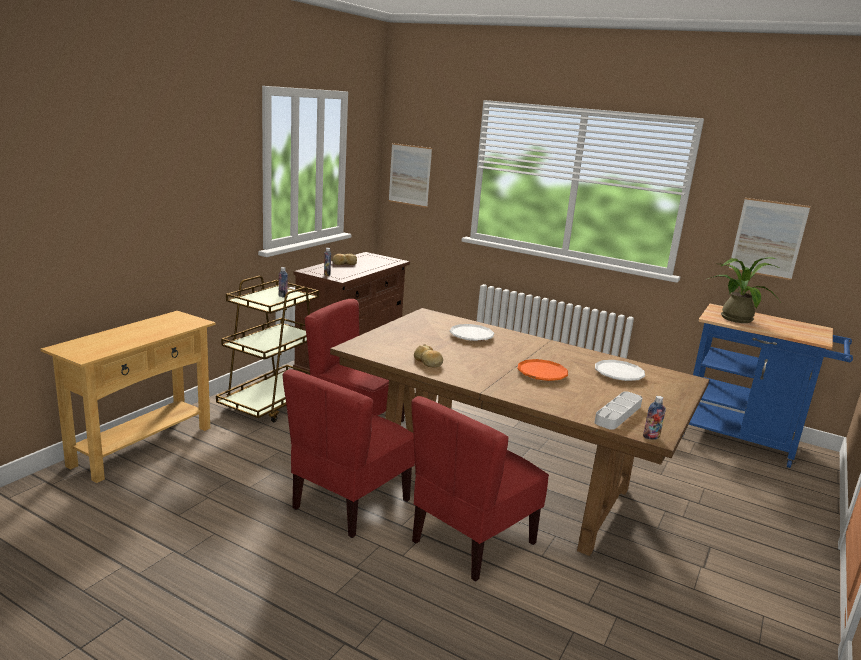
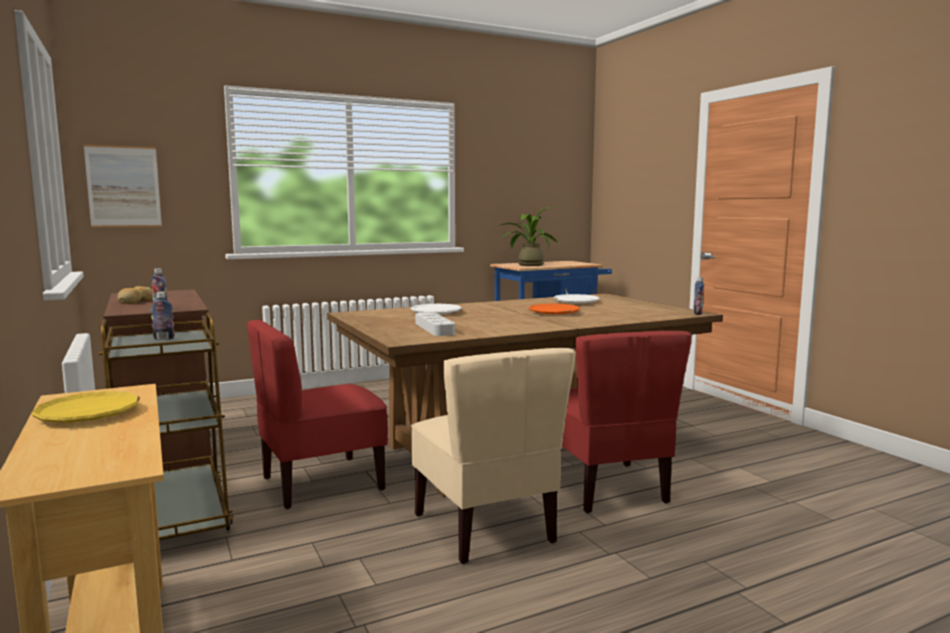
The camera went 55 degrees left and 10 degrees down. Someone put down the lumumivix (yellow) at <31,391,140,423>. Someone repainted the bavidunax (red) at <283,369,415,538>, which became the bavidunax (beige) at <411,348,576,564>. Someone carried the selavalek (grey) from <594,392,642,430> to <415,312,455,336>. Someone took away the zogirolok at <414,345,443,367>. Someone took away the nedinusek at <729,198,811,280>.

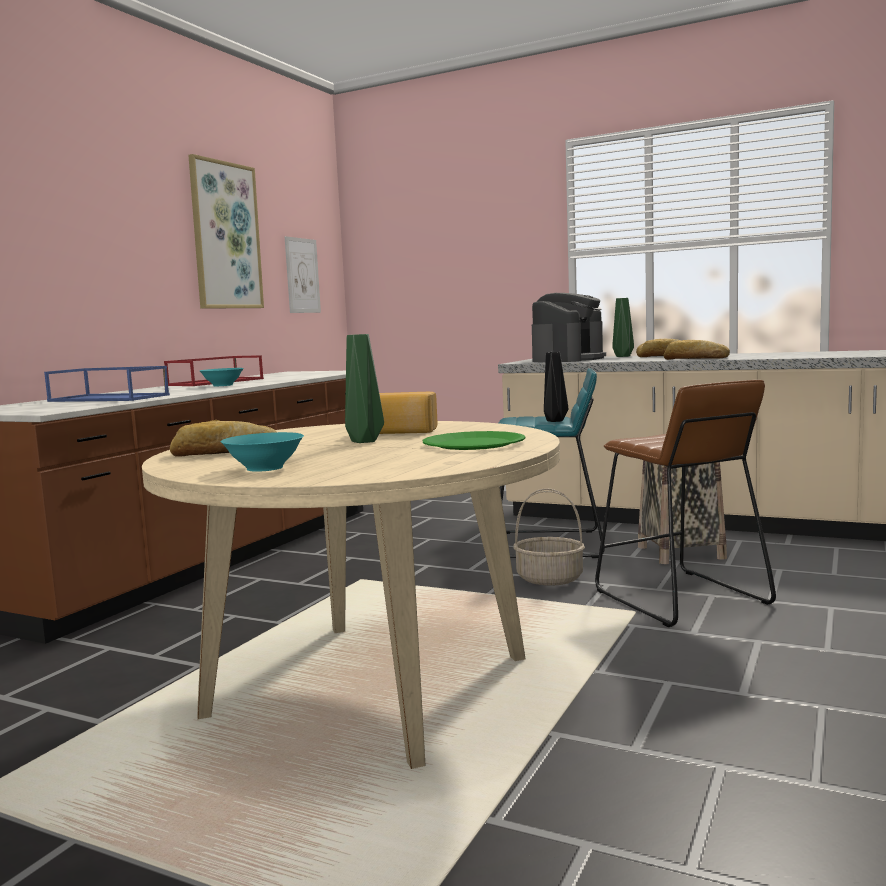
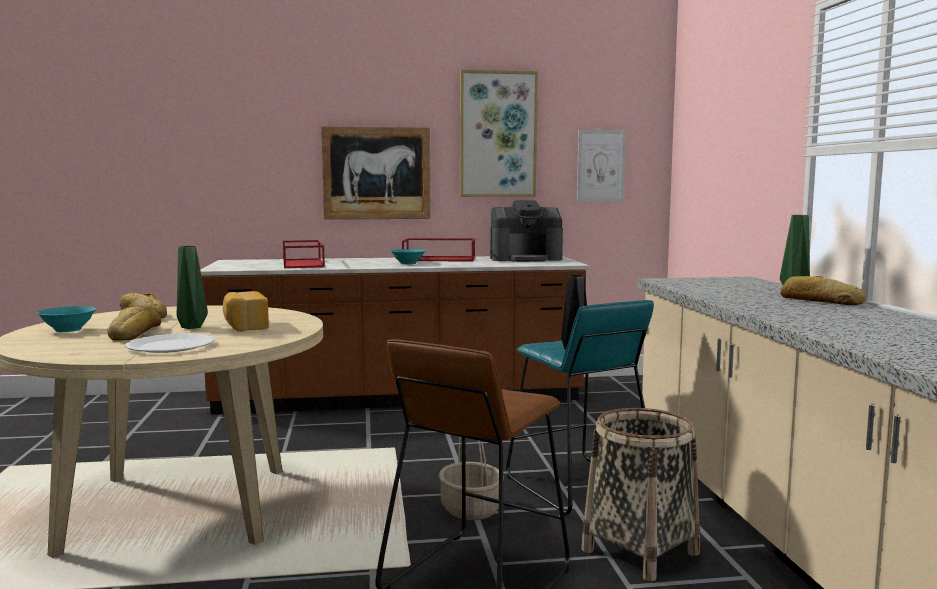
The camera went 55 degrees right and 0 degrees up. Someone carried the zogirolok from <664,340,730,360> to <107,307,161,341>. Someone repainted the lumumivix (green) at <422,431,526,450>, which became the lumumivix (white) at <125,333,215,353>. Someone repainted the selavalek (blue) at <44,366,170,402>, which became the selavalek (red) at <283,240,325,269>. Someone put up the nedinusek at <321,126,431,220>. Someone carried the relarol from <532,293,606,362> to <490,200,563,262>.

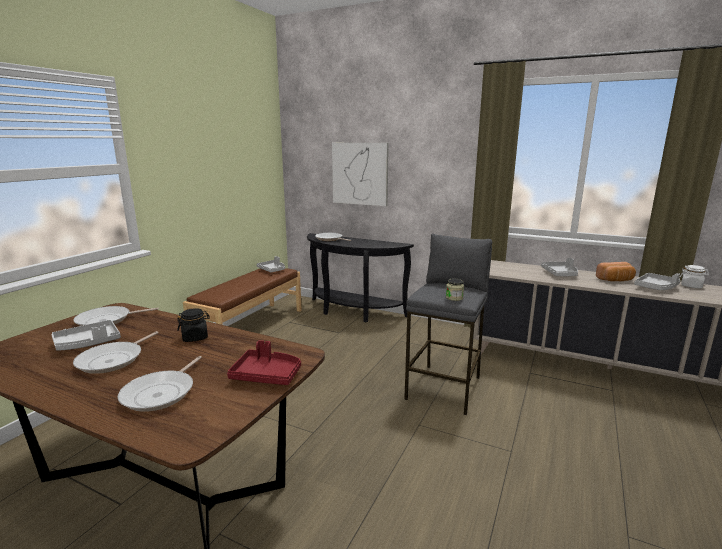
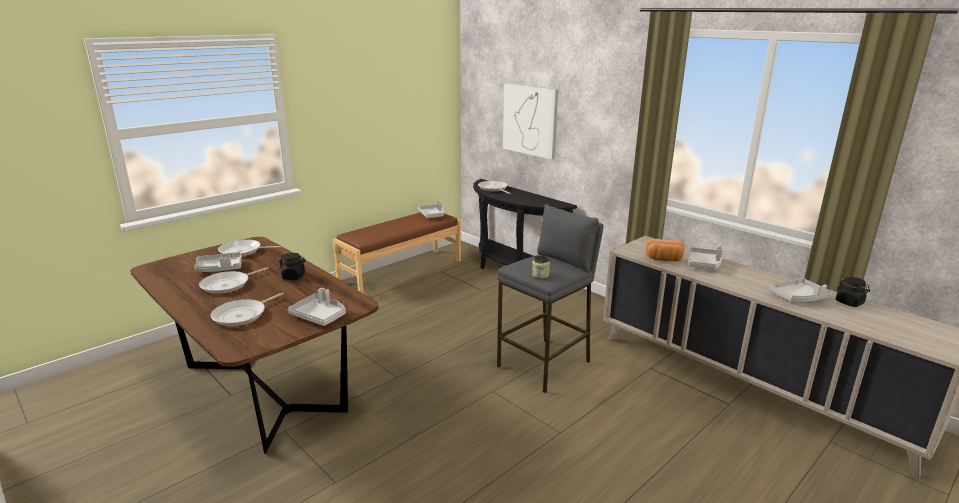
The camera went 20 degrees right and 5 degrees up. Someone repainted the selavalek (red) at <227,340,301,385>, which became the selavalek (grey) at <288,288,346,326>. Someone carried the zogirolok from <596,262,636,281> to <646,239,685,262>. Someone repainted the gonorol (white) at <680,265,709,288>, which became the gonorol (black) at <836,277,870,307>.

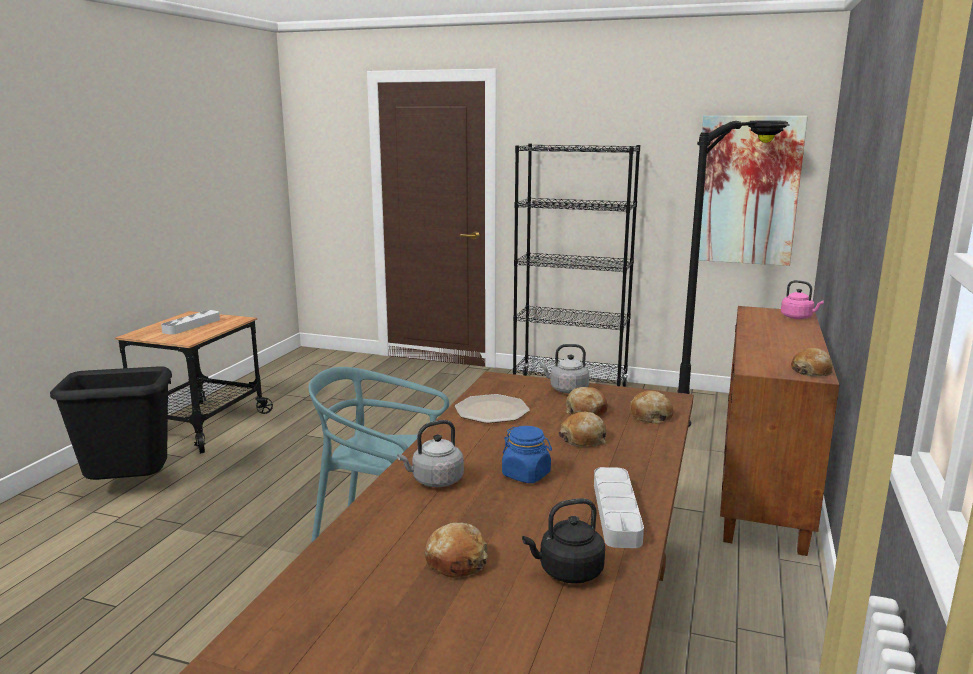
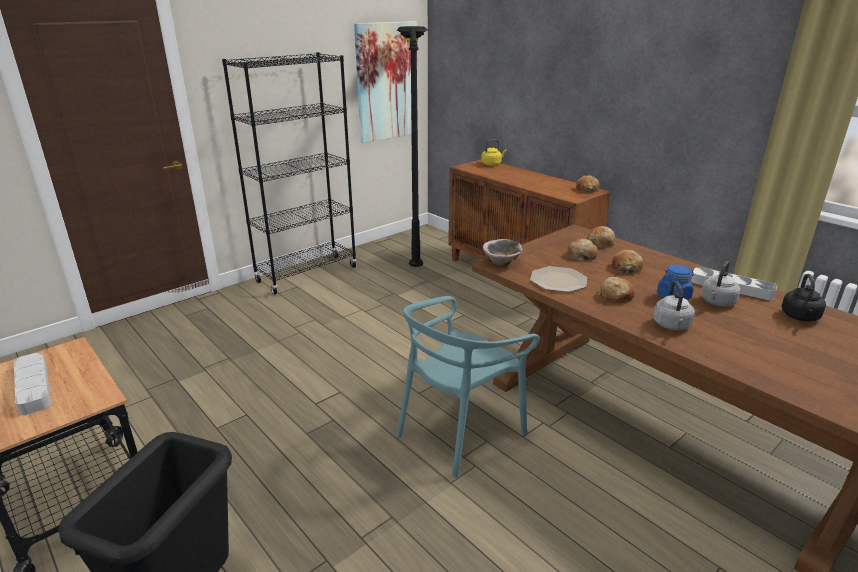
The camera went 60 degrees left and 10 degrees up. Someone repainted the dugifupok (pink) at <781,280,824,319>, which became the dugifupok (yellow) at <481,140,507,166>. Someone put down the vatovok at <483,239,523,266>. Someone carried the zogirolok from <425,523,488,578> to <598,277,635,304>. Someone carried the dugifupok (grey) from <540,344,590,393> to <701,261,741,306>.

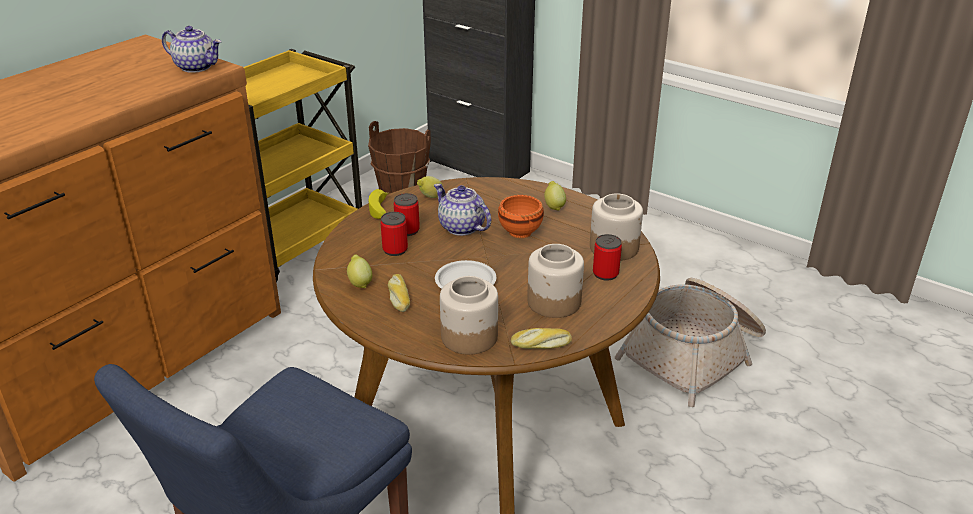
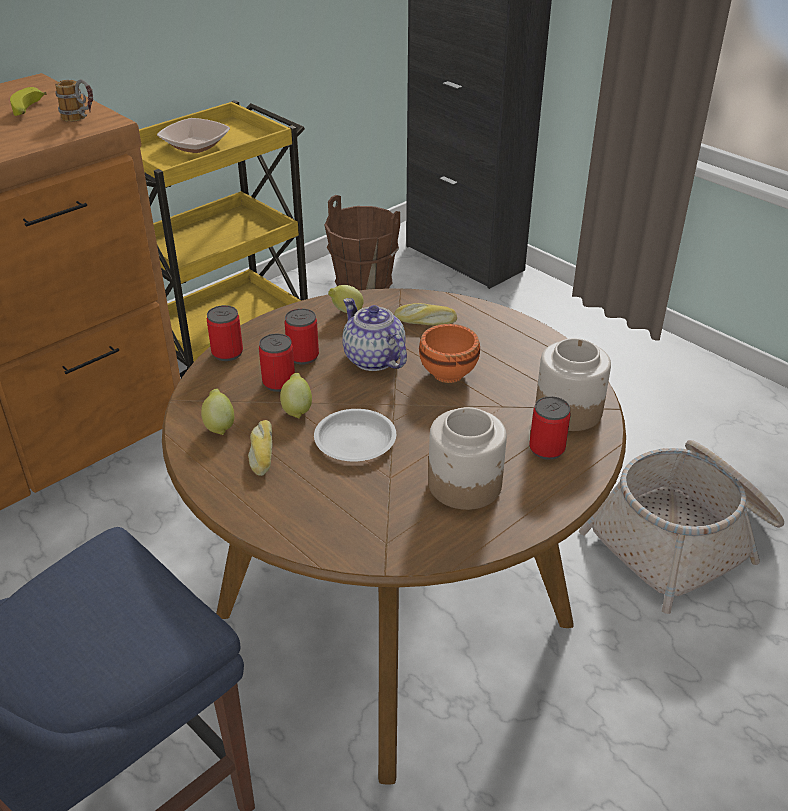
The camera went 10 degrees right and 5 degrees up. Someone carried the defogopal from <369,189,389,219> to <10,87,47,116>. Someone swapped the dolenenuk at <162,26,222,73> for the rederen at <55,79,93,122>. Someone put down the vatovok at <157,118,230,153>. Someone put down the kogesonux at <207,305,243,361>. Someone carried the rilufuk from <544,181,566,211> to <280,373,312,419>. Someone carried the zogirolok from <511,328,572,349> to <394,303,457,325>. Someone took away the gonorol at <440,276,498,355>.

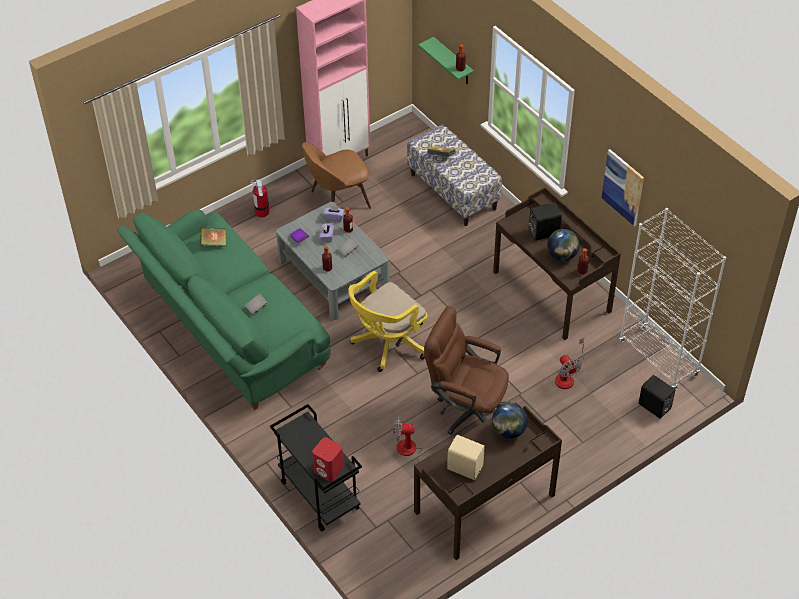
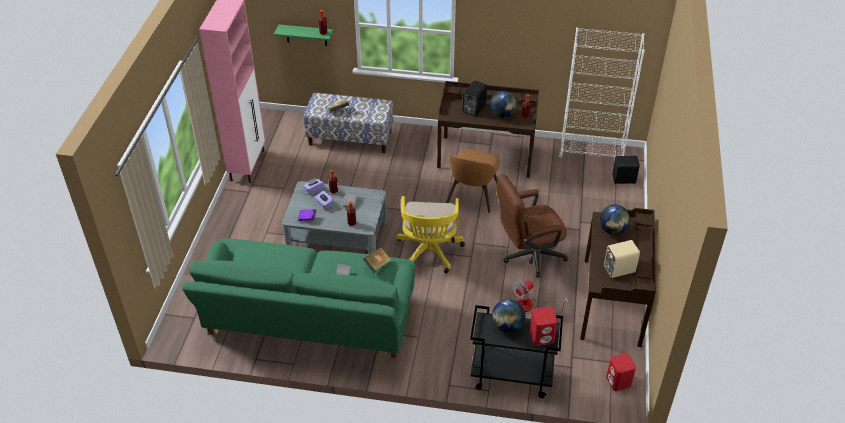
The camera went 45 degrees left and 5 degrees down. Someone carried the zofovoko from <200,227,226,247> to <363,247,391,273>. Someone carried the bavidunax (brown) from <302,142,371,209> to <446,149,500,213>. Someone put down the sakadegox at <492,299,525,333>. Someone put down the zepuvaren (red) at <606,353,636,391>. Someone took away the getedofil at <250,179,269,218>. Someone took away the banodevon at <555,338,584,389>. Someone took away the nedinusek at <601,149,644,226>.

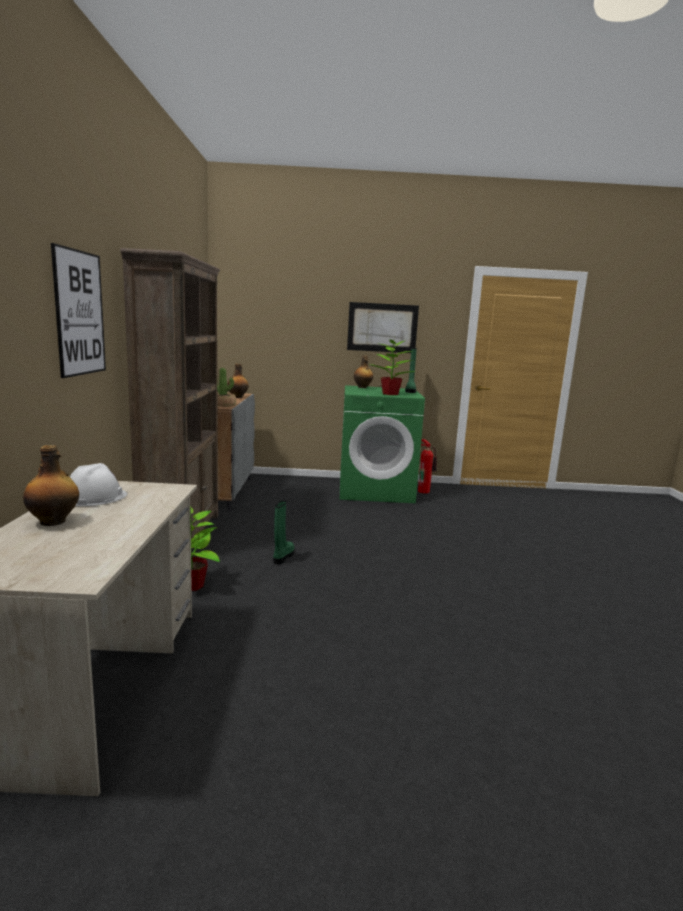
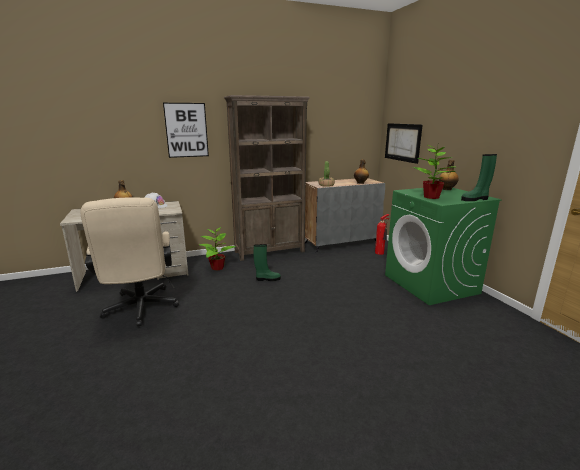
The camera went 70 degrees right and 5 degrees up. Someone put down the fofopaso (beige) at <80,197,179,326>. Someone carried the getedofil from <418,439,436,494> to <375,214,389,255>. Someone carried the nedinusek from <347,302,419,353> to <385,123,423,164>.

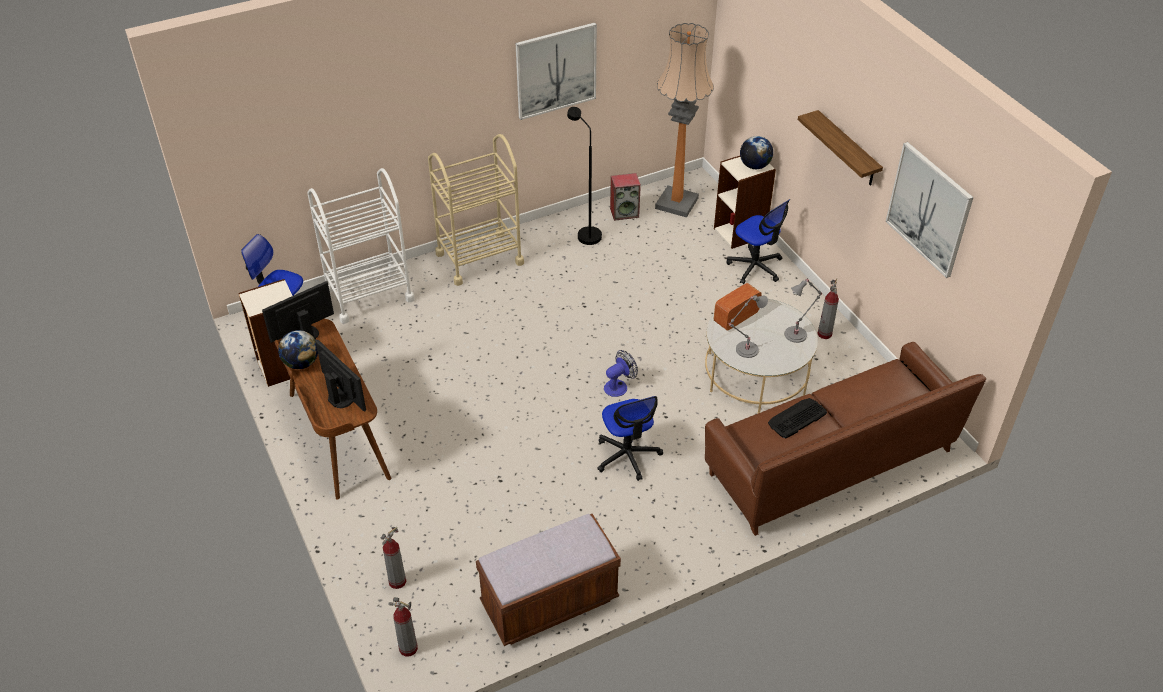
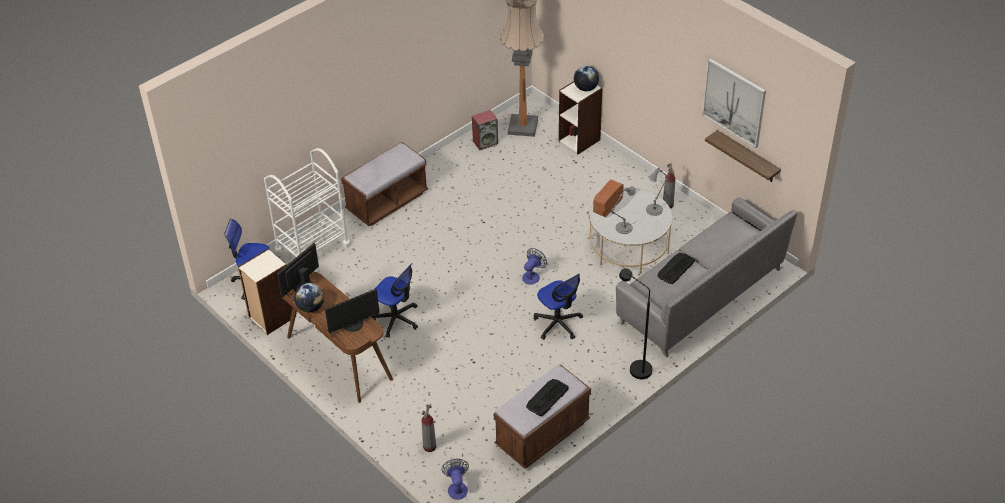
The camera went 15 degrees left and 0 degrees up. Someone rotated the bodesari at <315,339,366,411> by 120 degrees clockwise. Someone swapped the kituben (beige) at <428,134,524,286> for the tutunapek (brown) at <341,142,428,226>. Someone carried the fofopaso from <726,199,791,284> to <372,263,418,338>. Someone swapped the getedofil at <388,597,418,657> for the banodevon at <441,459,469,500>. Someone put down the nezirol at <526,379,569,416>. Someone repainted the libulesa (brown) at <705,342,986,536>, which became the libulesa (grey) at <616,197,798,357>. Someone carried the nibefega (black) from <567,107,602,245> to <619,268,652,379>. Someone carried the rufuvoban from <798,110,883,186> to <705,130,781,182>. Someone took away the nedinusek at <516,23,597,120>.

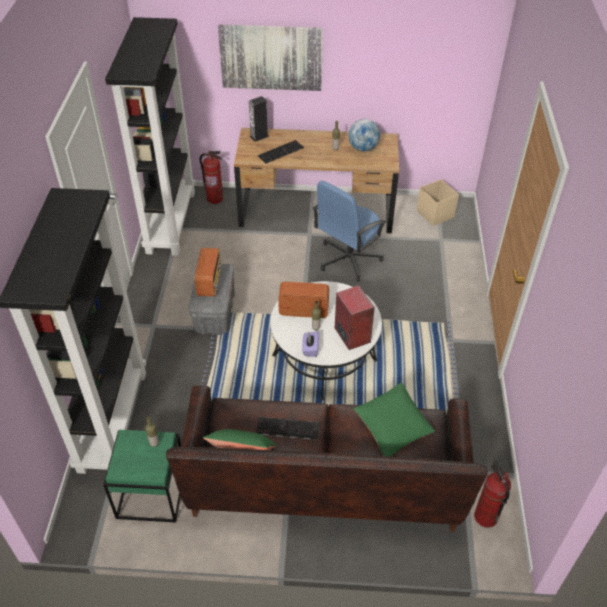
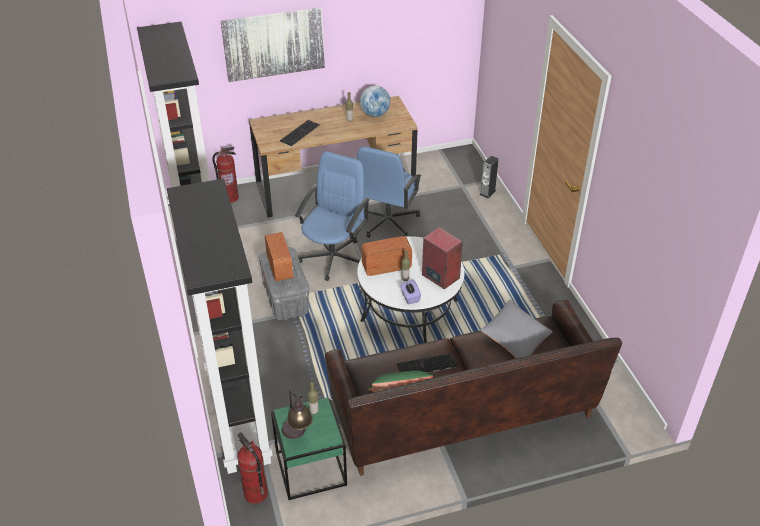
The camera went 20 degrees left and 5 degrees down. Someone carried the getedofil from <474,460,511,528> to <237,432,268,504>. Someone put down the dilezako at <282,391,313,439>. Someone put down the fofopaso (blue) at <295,151,370,281>. Someone carried the zepuvaren from <249,96,269,142> to <479,156,499,198>. Someone repainted the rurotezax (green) at <353,383,435,457>, which became the rurotezax (grey) at <480,299,553,358>. Someone took away the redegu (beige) at <417,179,459,226>.

